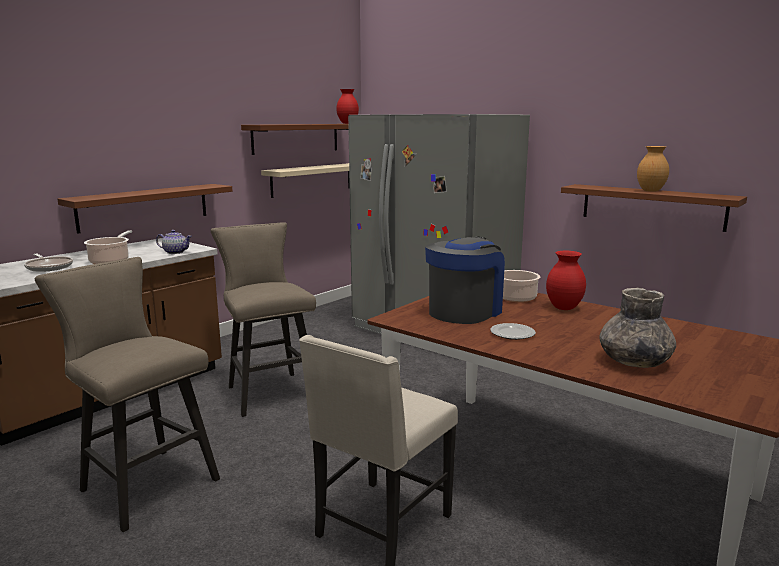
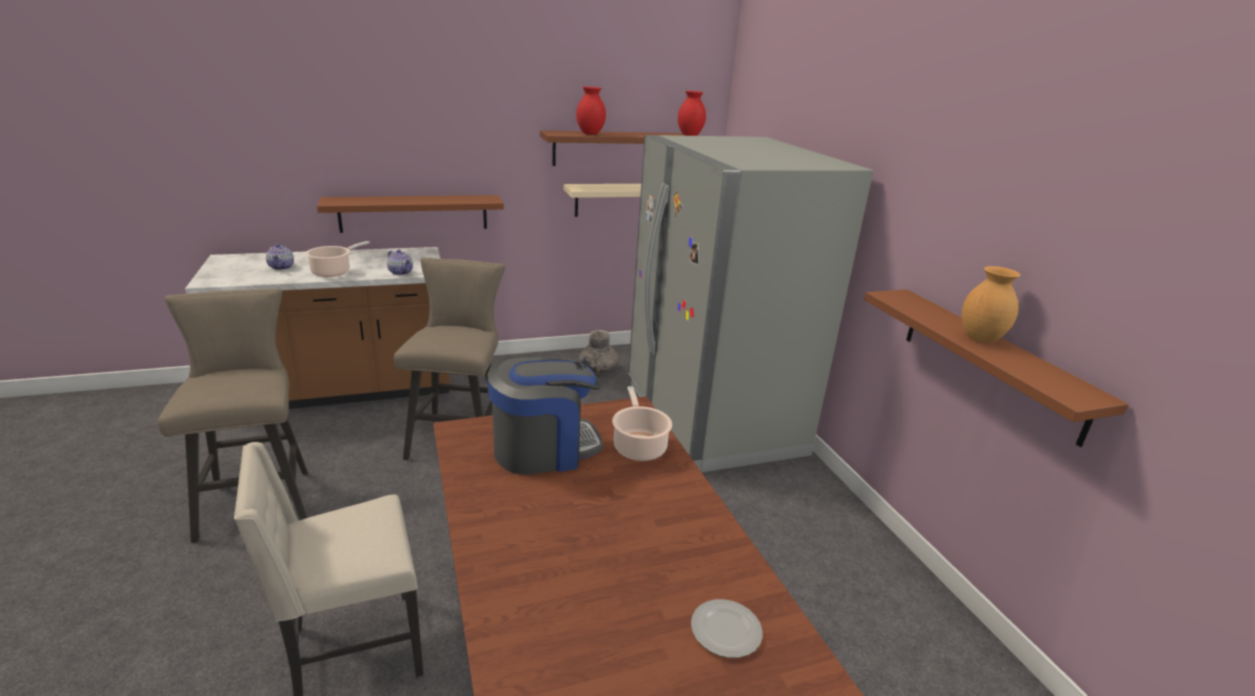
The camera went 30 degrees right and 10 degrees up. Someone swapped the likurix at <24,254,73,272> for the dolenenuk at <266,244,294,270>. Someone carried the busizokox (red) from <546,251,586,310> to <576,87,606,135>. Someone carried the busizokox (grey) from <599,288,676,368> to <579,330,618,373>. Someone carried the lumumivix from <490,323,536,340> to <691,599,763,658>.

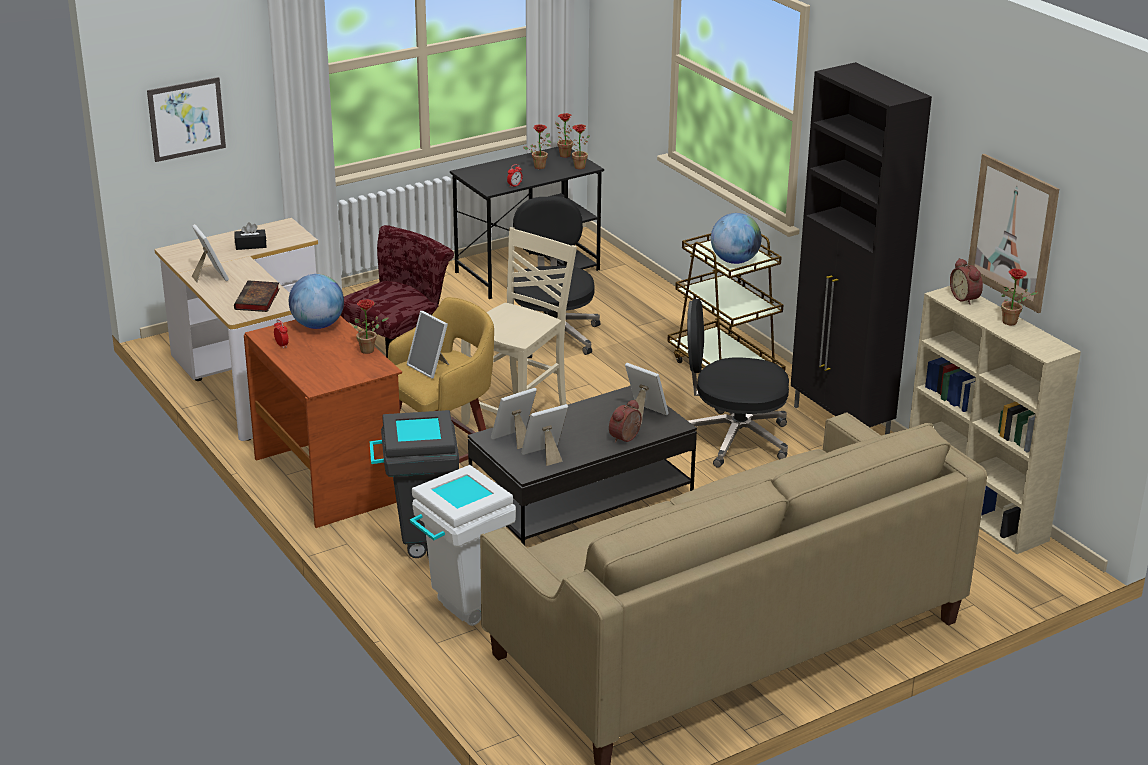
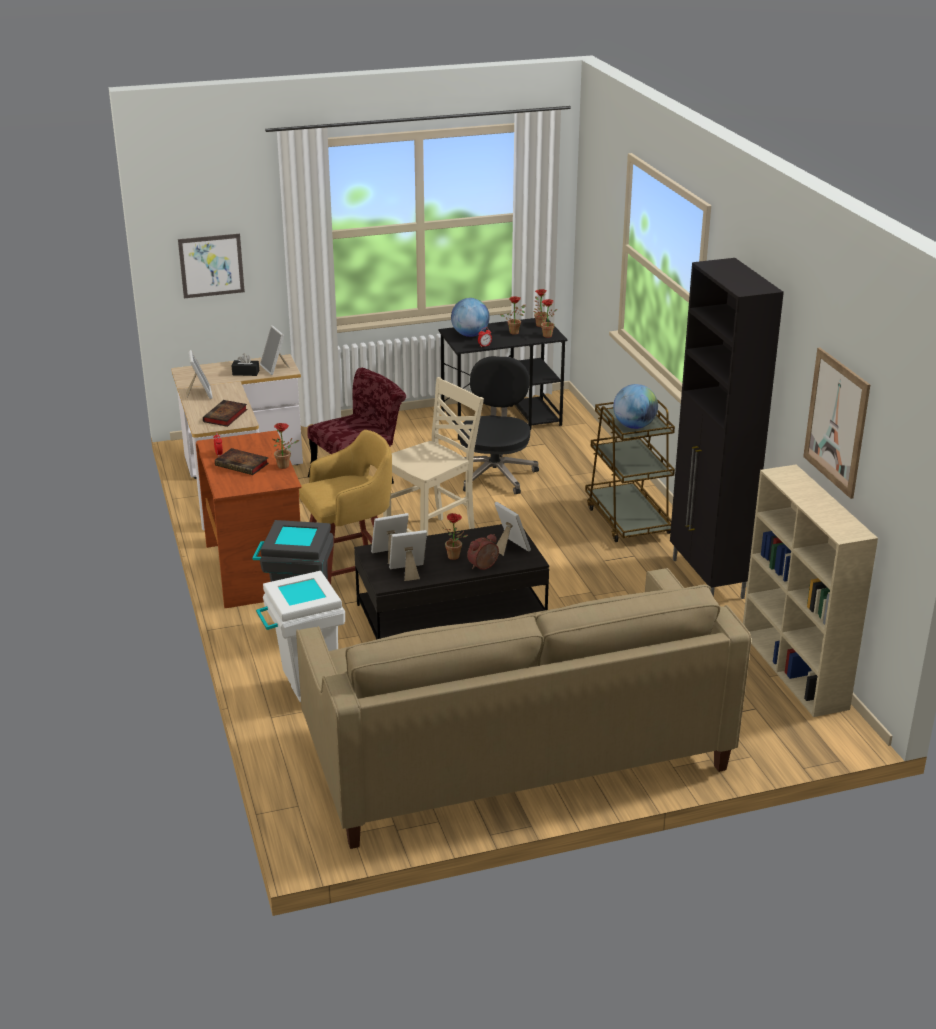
The camera went 15 degrees right and 0 degrees up. Someone put down the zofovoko at <215,448,269,475>. Someone carried the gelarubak from <407,311,449,379> to <260,325,290,375>. Someone carried the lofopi from <1001,269,1038,325> to <444,513,468,560>. Someone carried the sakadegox from <289,274,344,329> to <451,298,490,337>. Someone took away the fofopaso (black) at <687,299,789,468>. Someone took away the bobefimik at <950,258,983,305>.

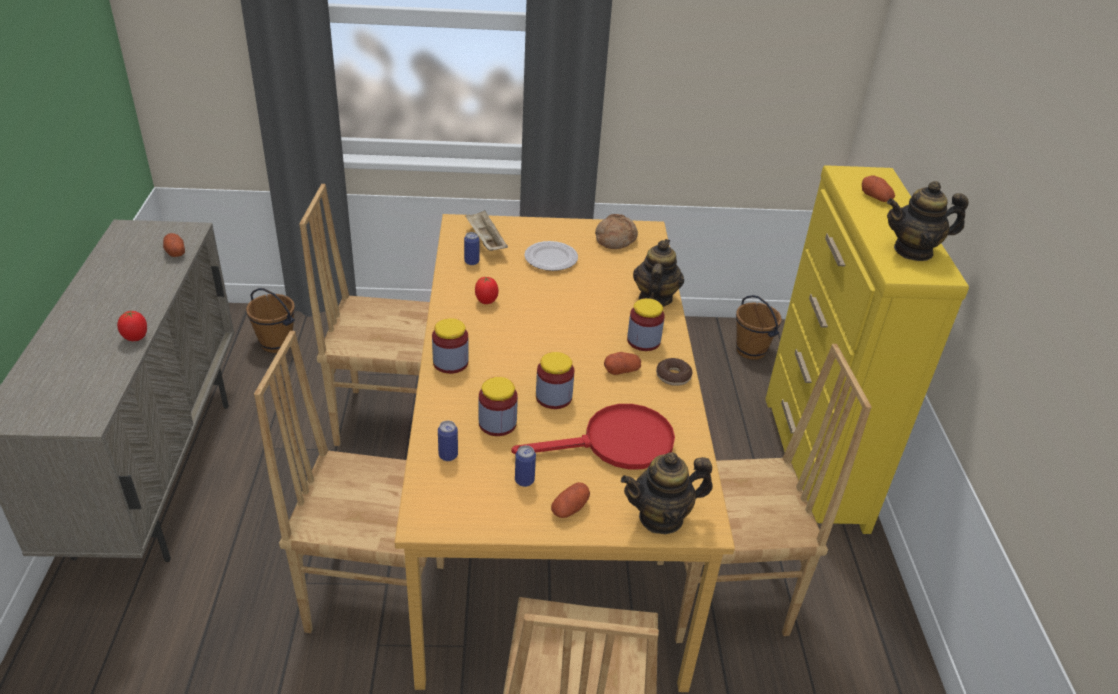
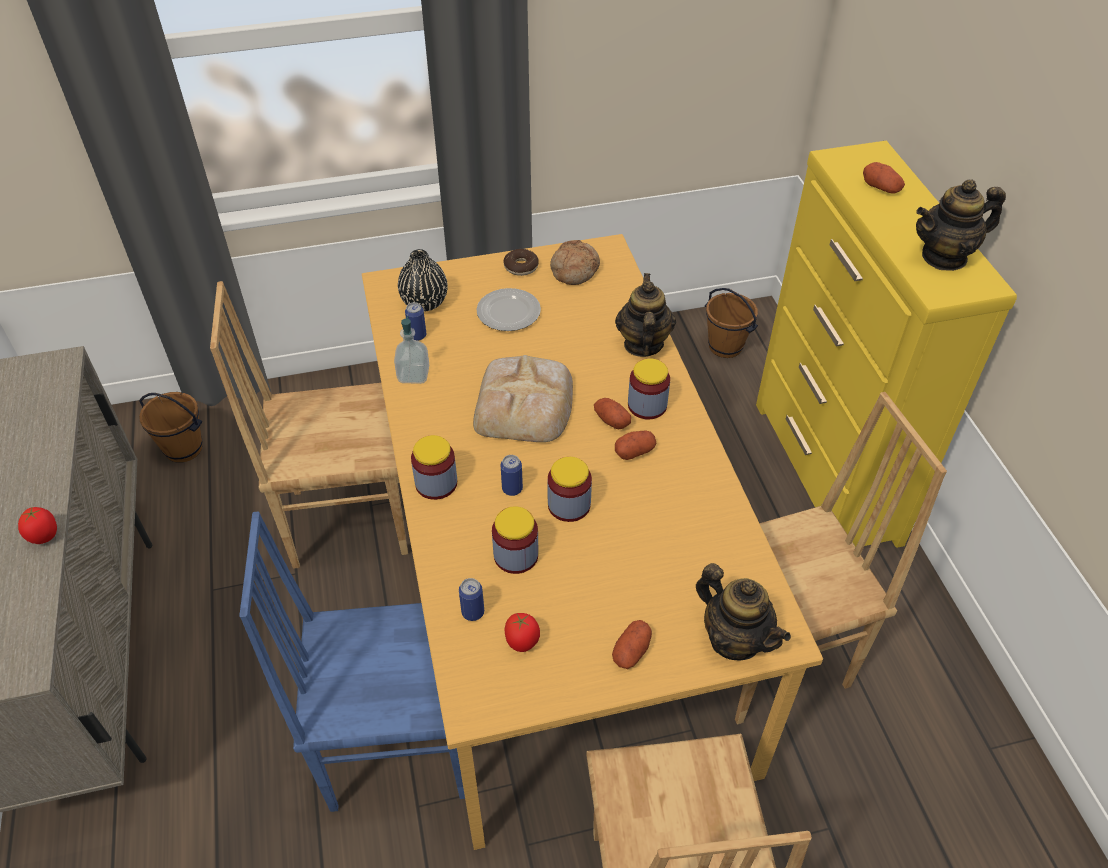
The camera went 10 degrees left and 10 degrees up. Someone repainted the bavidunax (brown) at <254,331,444,633>, which became the bavidunax (blue) at <239,511,465,812>. Someone put down the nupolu at <394,316,429,384>. Someone swapped the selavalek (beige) at <465,210,508,251> for the busizokox (black) at <398,249,448,312>. Someone put down the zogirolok at <473,355,573,442>. Someone carried the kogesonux from <515,445,536,487> to <501,455,523,496>. Someone carried the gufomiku from <656,358,693,386> to <504,249,539,276>. Someone carried the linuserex from <475,276,499,304> to <505,613,540,652>. Someone carried the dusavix from <163,233,185,257> to <594,398,631,429>. Someone rotated the dolenenuk at <621,452,713,535> by 105 degrees counterclockwise. Someone took away the likurix (red) at <511,404,675,470>.

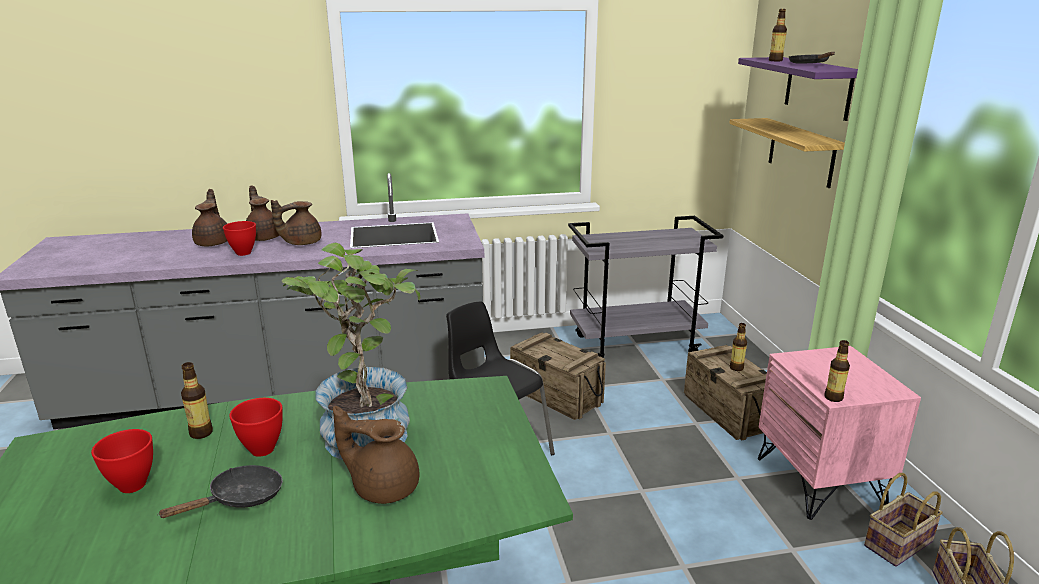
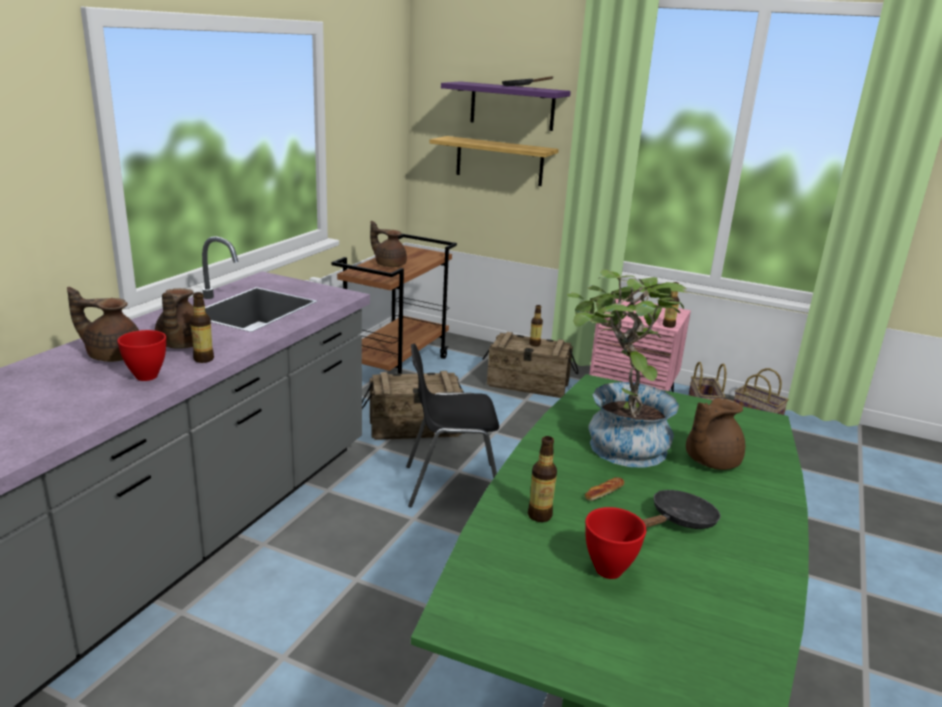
The camera went 55 degrees left and 0 degrees up. Someone carried the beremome from <769,9,787,61> to <190,292,214,363>. Someone repainted the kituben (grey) at <568,216,724,357>, which became the kituben (brown) at <332,234,457,374>. Someone carried the dolenenuk (brown) from <192,189,227,246> to <370,221,407,267>. Someone swapped the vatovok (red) at <229,398,283,457> for the zogirolok at <585,477,624,501>. Someone rotated the likurix (black) at <157,465,283,518> by 60 degrees clockwise.

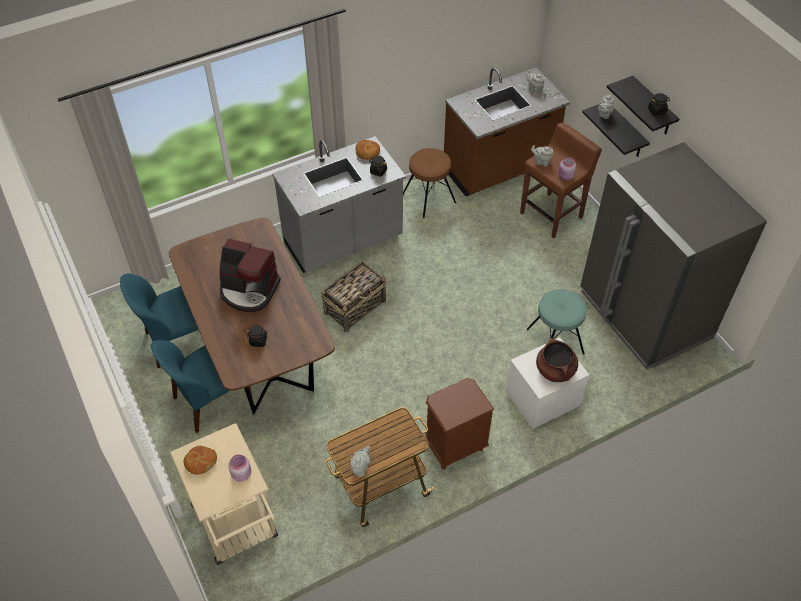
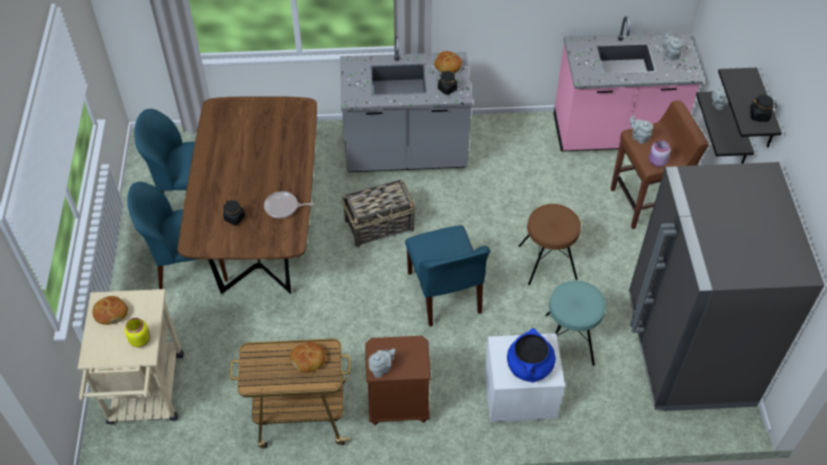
The camera went 25 degrees right and 0 degrees up. Someone repainted the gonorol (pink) at <228,455,251,482>, which became the gonorol (yellow) at <124,318,150,347>. Someone put down the likurix at <264,191,315,218>. Someone put down the zogirolok at <290,342,325,373>. Someone carried the dolenenuk (grey) from <350,446,371,477> to <369,349,396,378>. Someone put down the bavidunax (blue) at <405,225,490,327>. Someone repainted the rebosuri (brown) at <536,338,578,382>, which became the rebosuri (blue) at <507,328,556,383>. Someone carried the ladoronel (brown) from <403,148,456,218> to <518,204,581,285>. Someone repainted the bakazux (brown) at <444,68,570,196>, which became the bakazux (pink) at <554,16,704,152>. Someone took away the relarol at <219,239,281,312>.

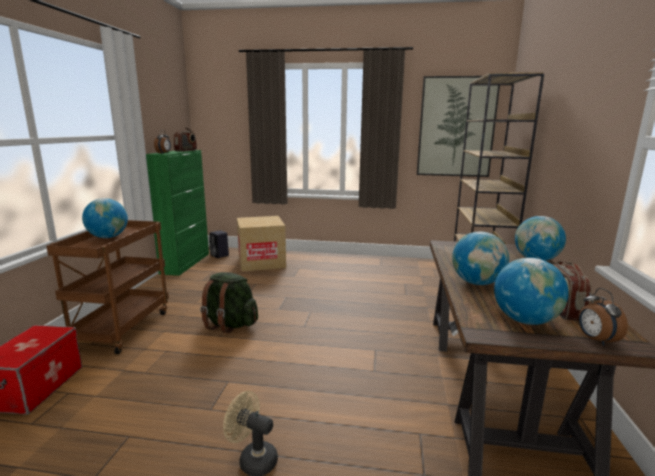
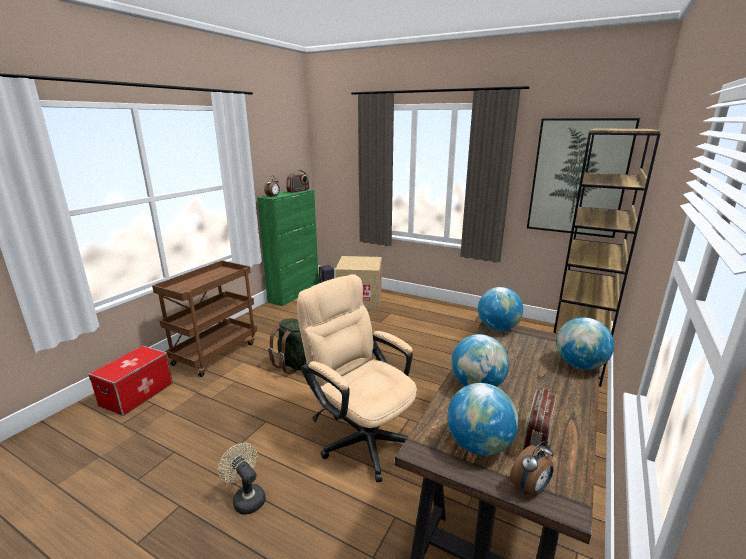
The camera went 20 degrees right and 5 degrees up. Someone put down the fofopaso (beige) at <297,274,417,482>. Someone carried the sakadegox from <82,198,128,238> to <478,287,523,331>. Someone rotated the bobefimik at <578,288,628,346> by 135 degrees counterclockwise.

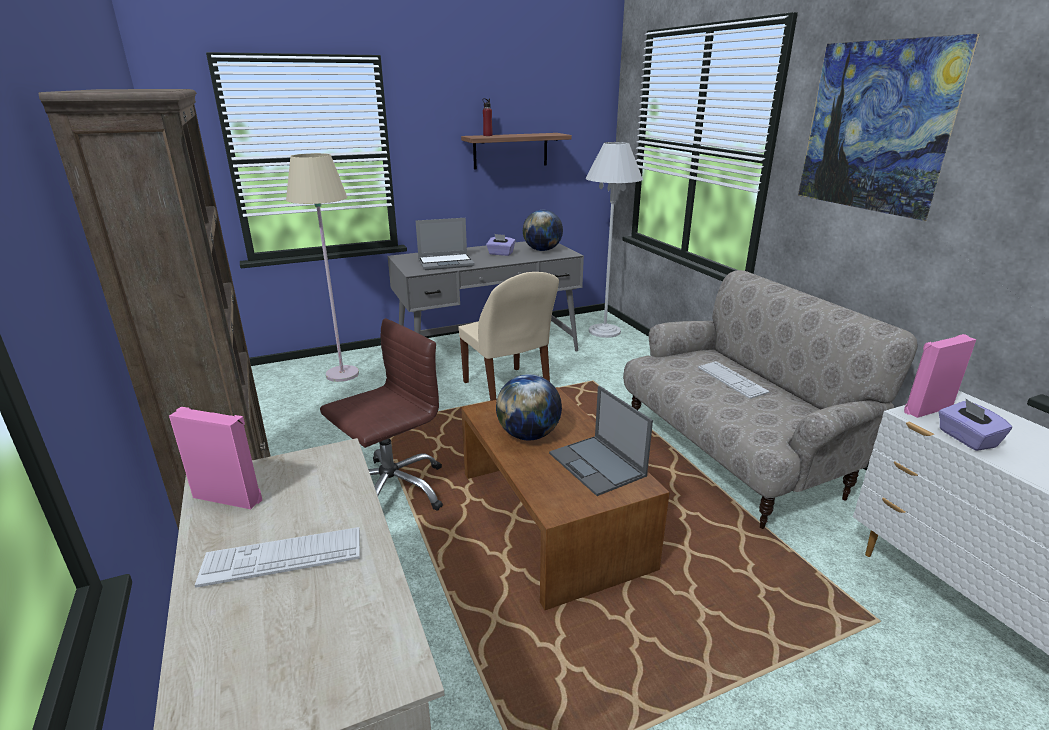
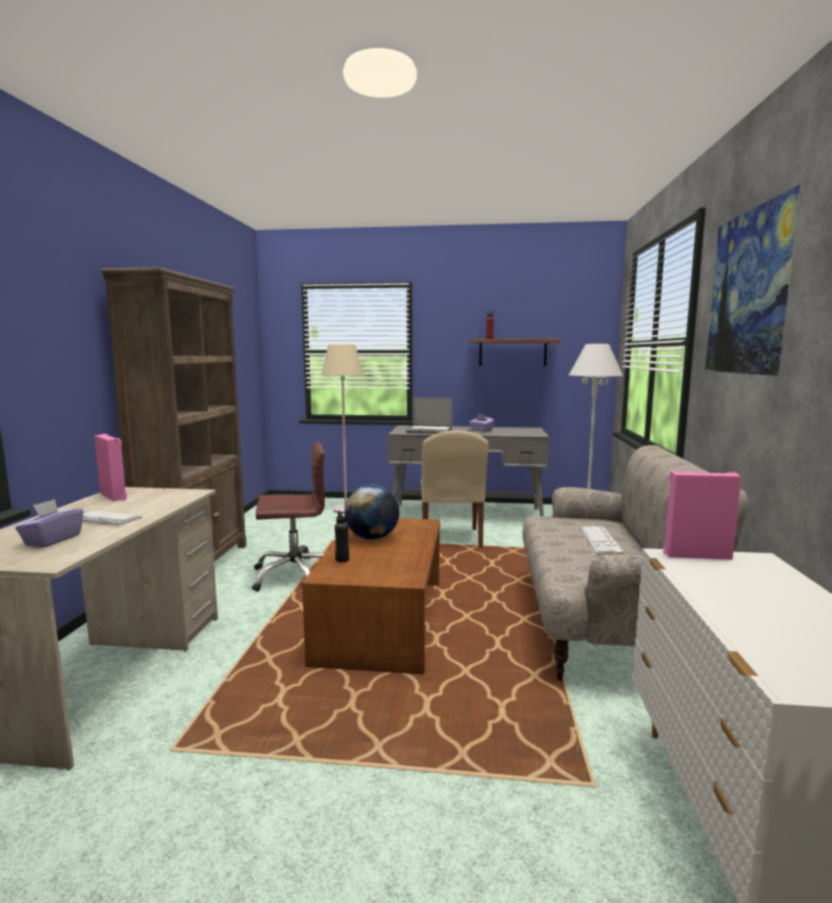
The camera went 30 degrees right and 15 degrees down. Someone carried the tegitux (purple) from <939,399,1012,451> to <15,499,83,548>. Someone put down the beremome (black) at <335,511,349,562>. Someone took away the sakadegox at <523,210,563,251>. Someone took away the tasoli at <549,386,653,496>.

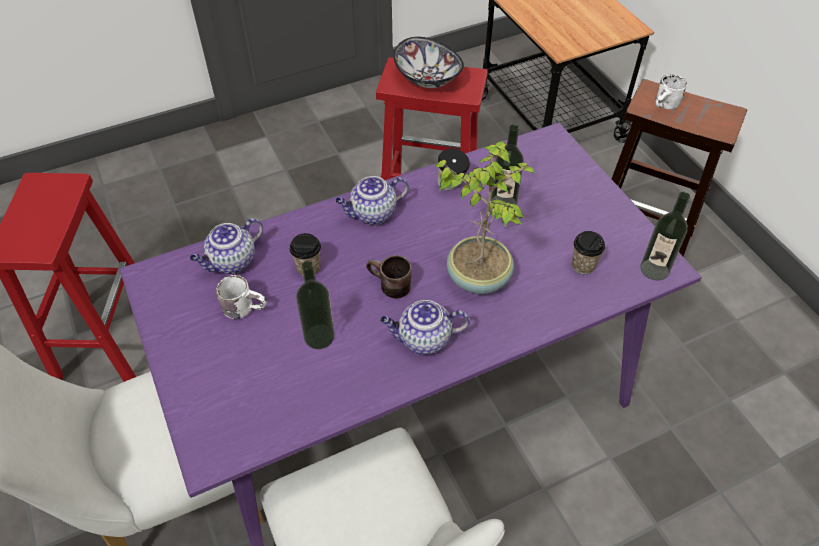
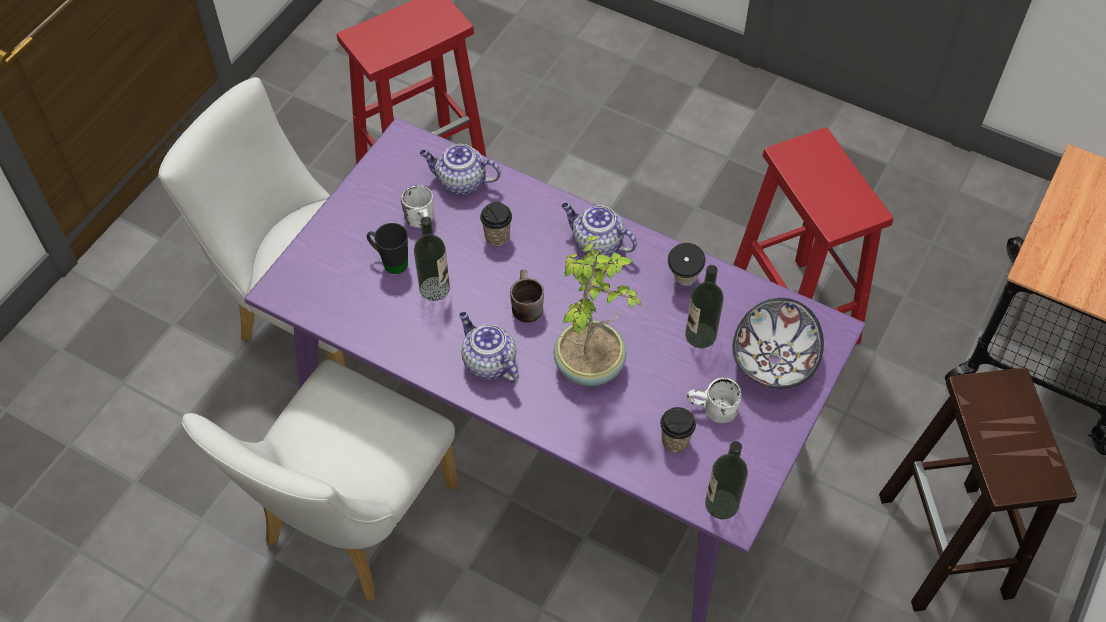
The camera went 55 degrees right and 5 degrees up. Someone put down the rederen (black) at <367,223,408,274>. Someone carried the rederen (white) from <655,75,687,109> to <687,377,741,423>. Someone carried the vatovok from <394,37,464,88> to <733,298,824,388>.

